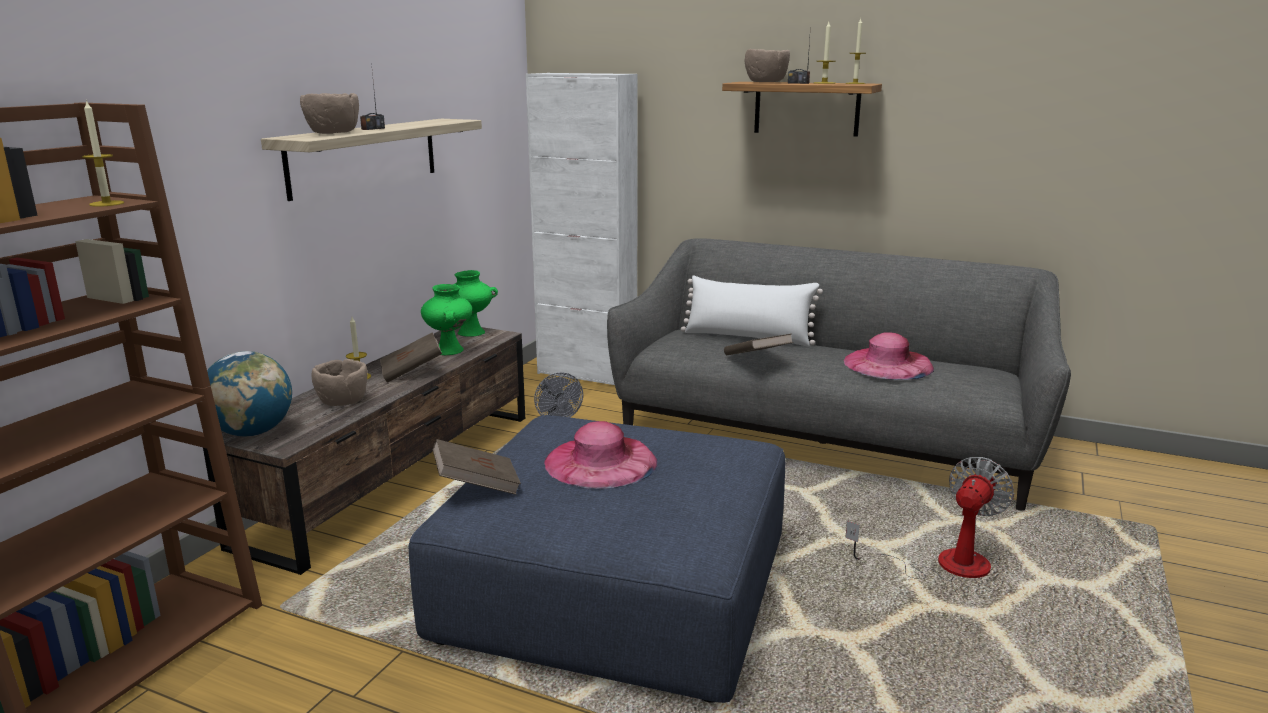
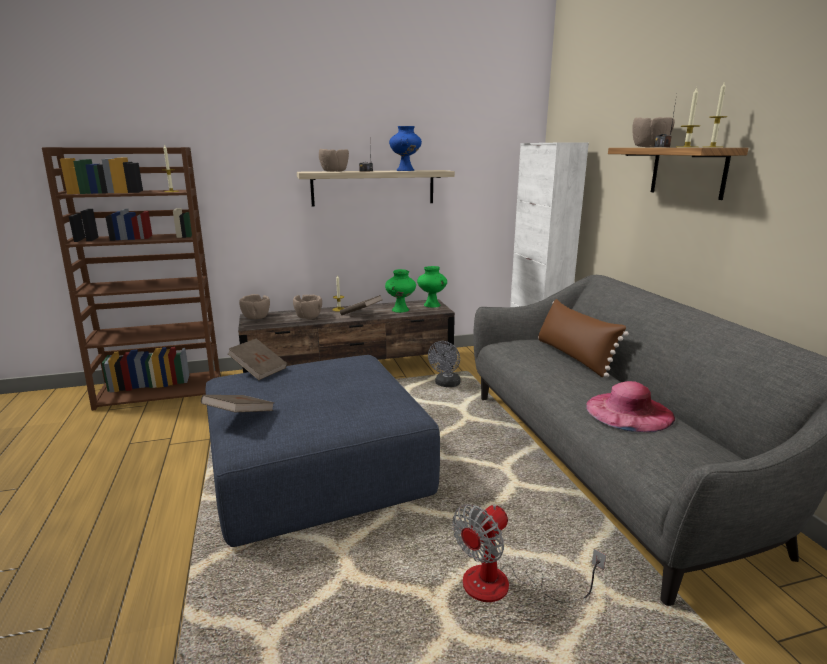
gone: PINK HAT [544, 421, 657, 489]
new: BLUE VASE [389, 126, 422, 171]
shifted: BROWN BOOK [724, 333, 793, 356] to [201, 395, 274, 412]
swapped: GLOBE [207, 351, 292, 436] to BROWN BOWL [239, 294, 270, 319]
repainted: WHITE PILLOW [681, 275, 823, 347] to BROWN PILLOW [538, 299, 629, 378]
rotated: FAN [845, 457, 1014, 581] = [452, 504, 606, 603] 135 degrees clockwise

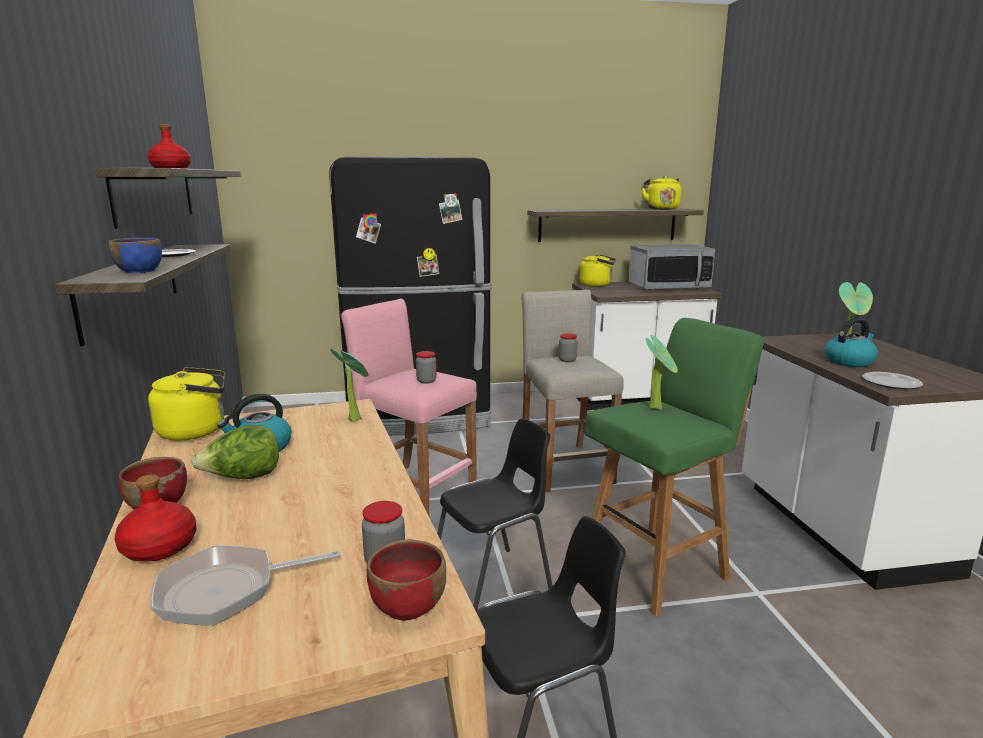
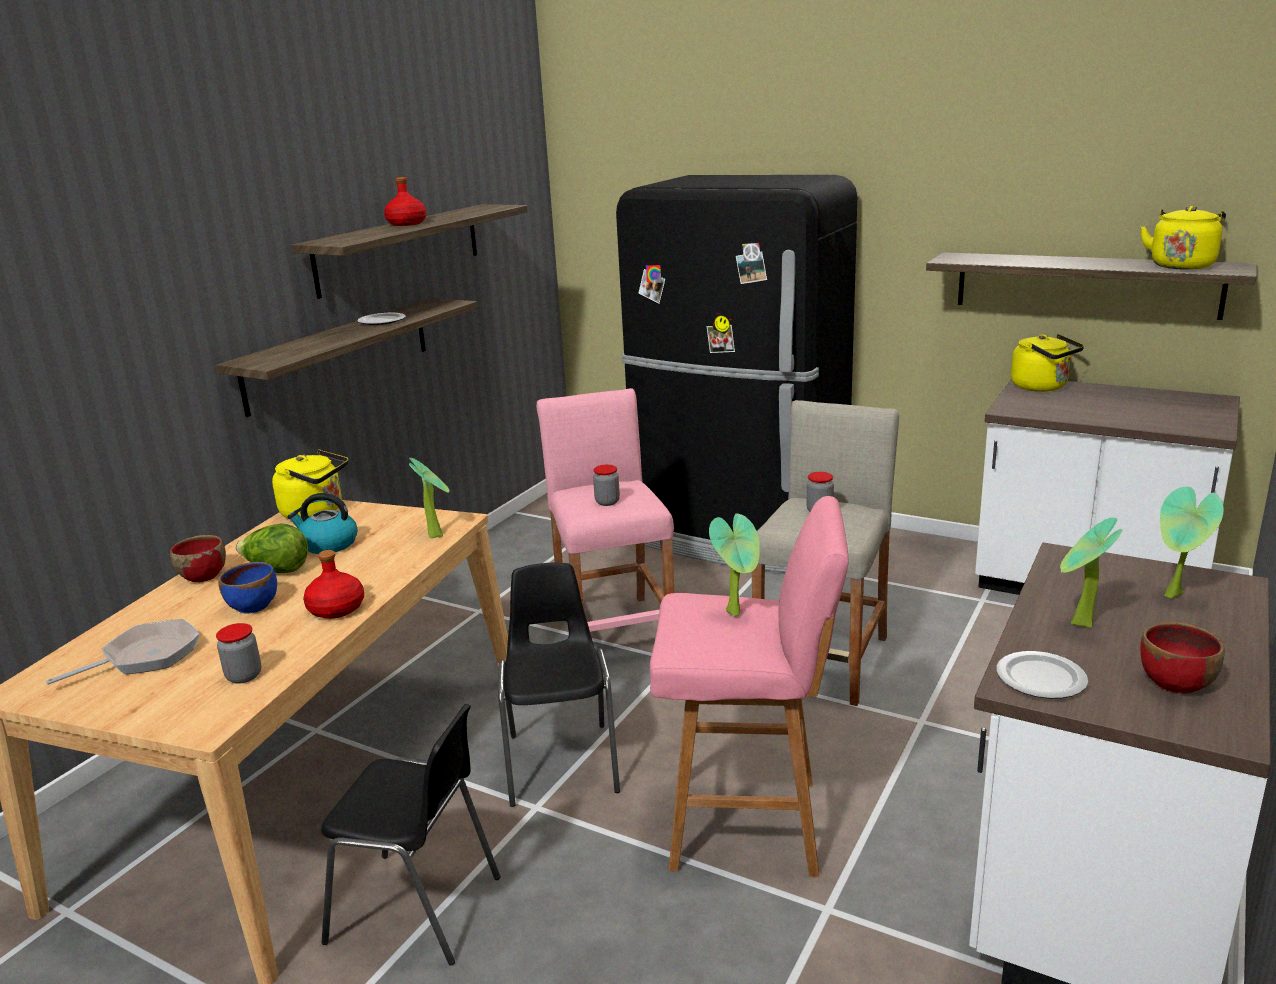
gone: MICROWAVE [628, 244, 715, 290]
shifted: BLUE BOWL [108, 238, 162, 273] to [218, 562, 277, 613]; RED BOTTLE [115, 474, 197, 561] to [303, 550, 364, 619]; RED BOWL [367, 539, 446, 621] to [1140, 622, 1225, 694]
swapped: KETTLE [824, 318, 878, 367] to POTTED PLANT [1060, 517, 1123, 628]
repainted: GREEN STOOL [585, 318, 765, 617] to PINK STOOL [650, 496, 849, 877]
rotated: FRYING PAN [150, 546, 341, 626] = [46, 619, 200, 685] 120 degrees clockwise; BLACK CHAIR [437, 419, 553, 611] = [498, 563, 620, 807] 105 degrees counterclockwise

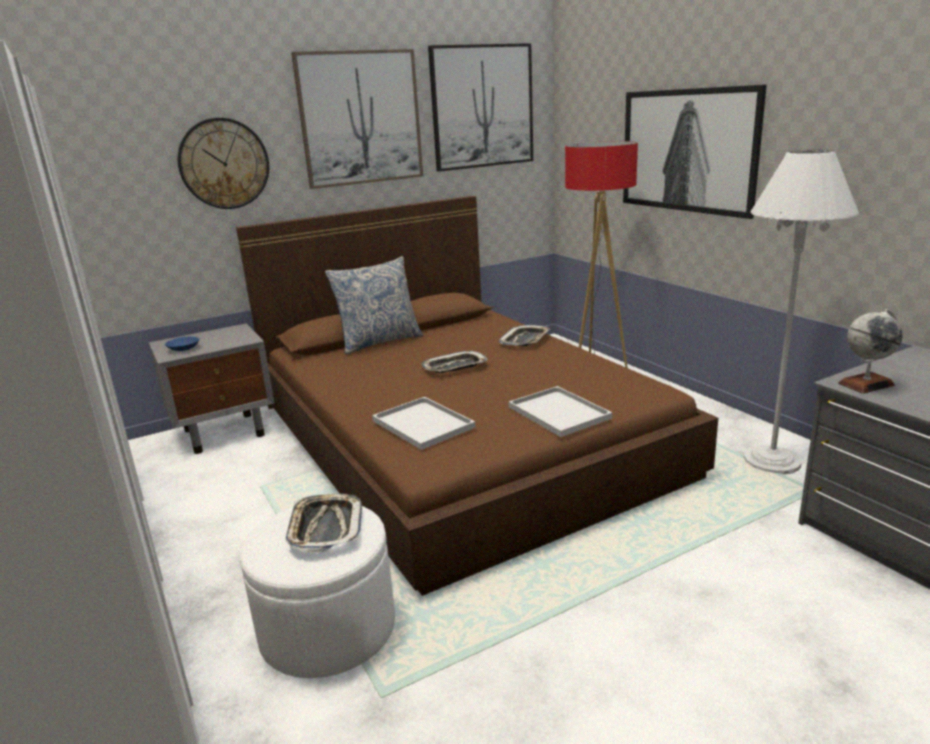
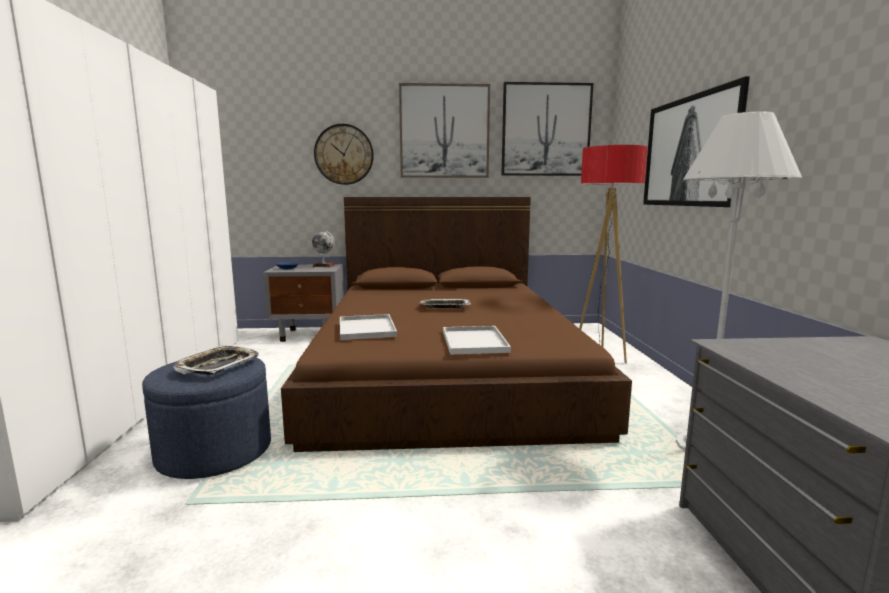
gone: PILLOW [325, 256, 423, 355]; TRAY [499, 325, 550, 346]
shifted: GLOBE [838, 309, 903, 394] to [312, 231, 335, 267]
repainted: WHITE OTTOMAN [240, 506, 395, 678] to BLUE OTTOMAN [142, 357, 271, 479]

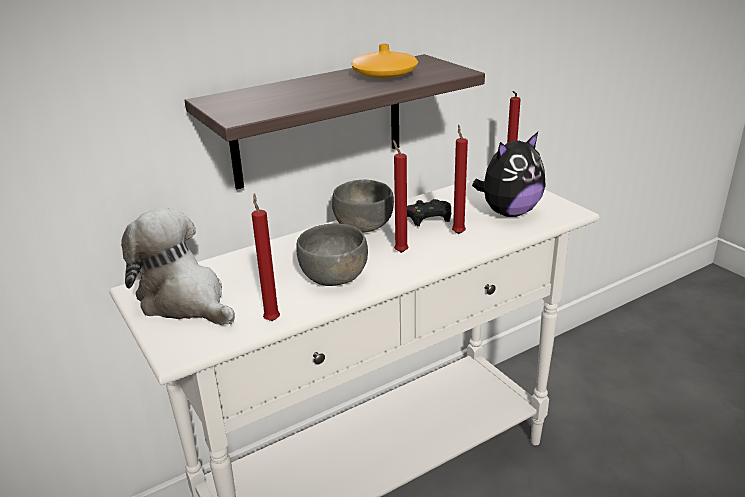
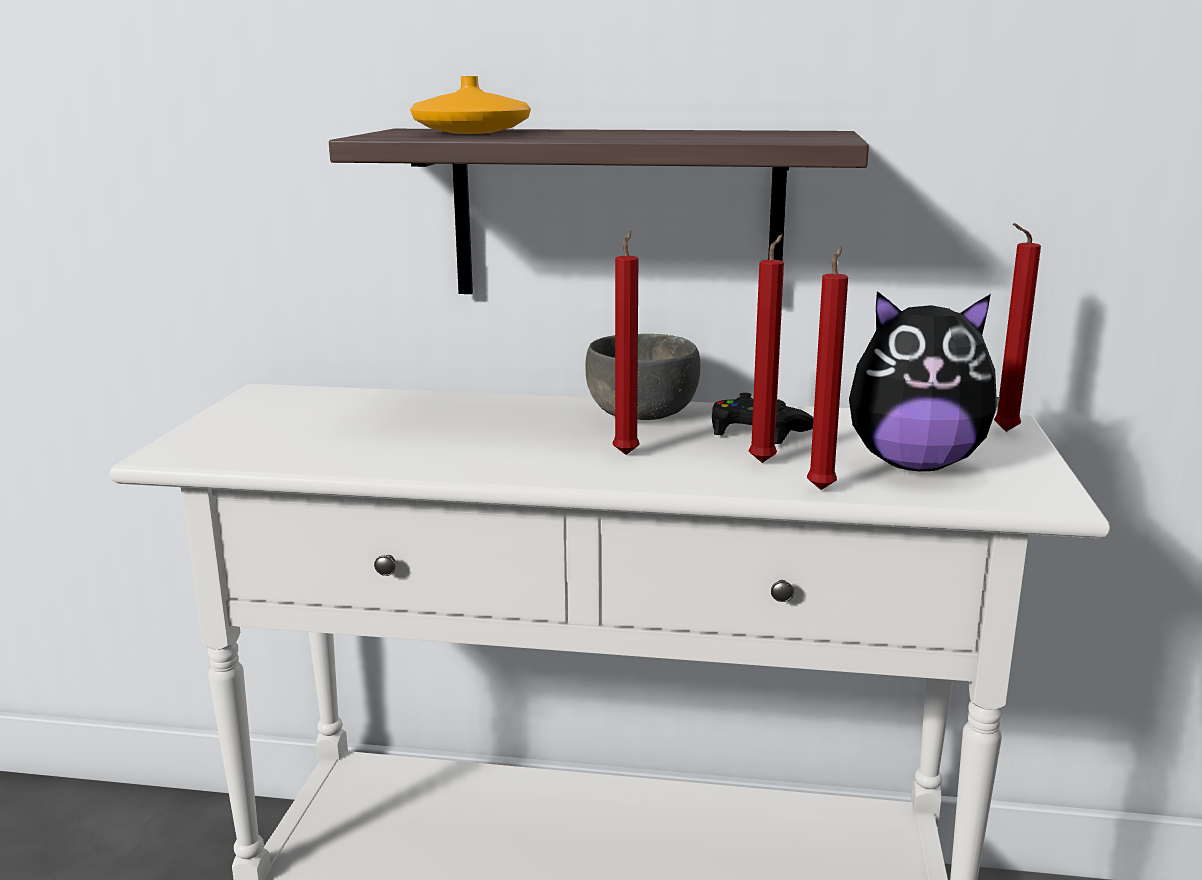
gone: PLUSH TOY [121, 208, 235, 325]; GREY BOWL [296, 223, 368, 286]
shifted: RED CANDLE [252, 194, 280, 321] to [807, 246, 848, 490]; ORANGE VASE [351, 44, 418, 79] to [410, 76, 531, 134]

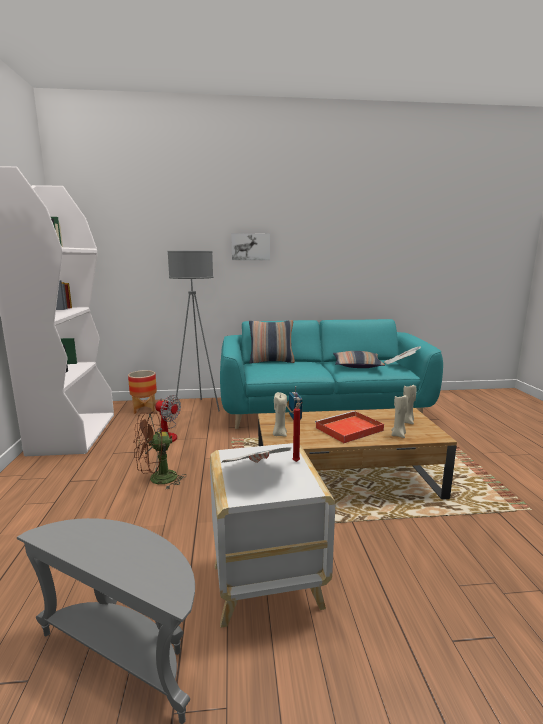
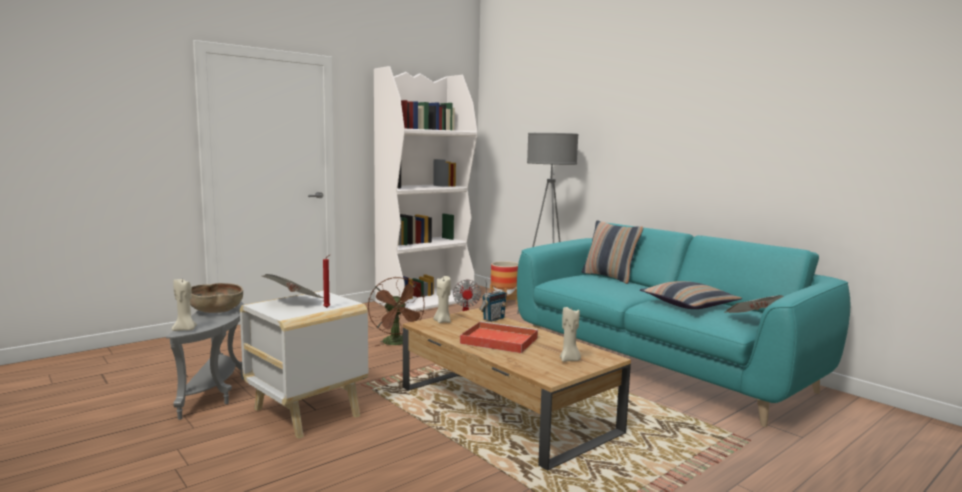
gone: PICTURE [231, 233, 270, 260]
new: BROWN BOWL [190, 283, 243, 313]
shifted: BEIGE CANDLE [391, 395, 408, 438] to [172, 279, 197, 331]
rotated: BROWN FAN [133, 411, 187, 490] = [368, 277, 425, 346] 135 degrees counterclockwise

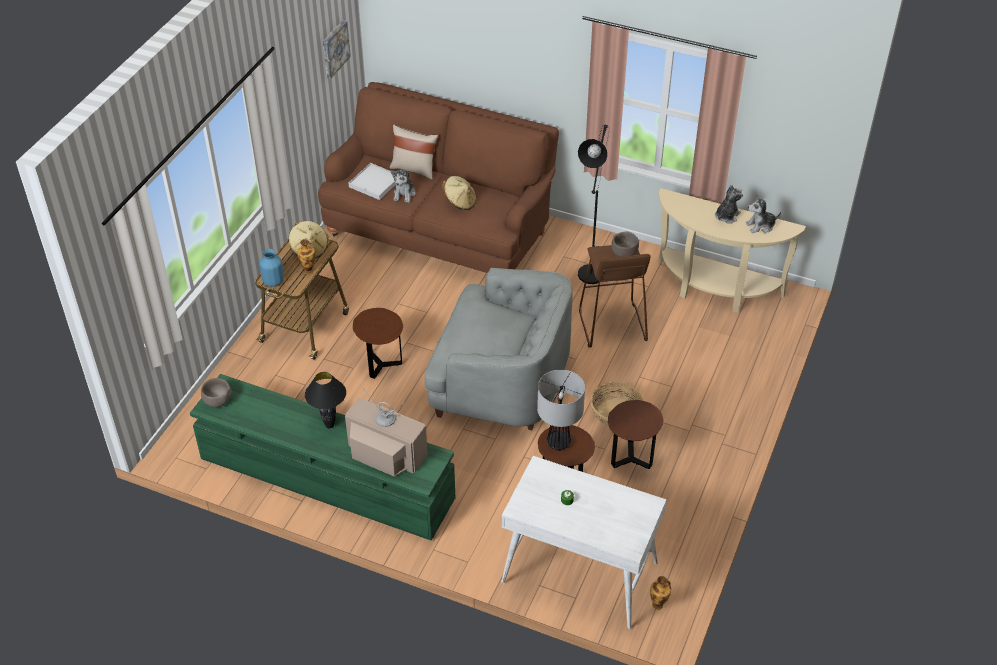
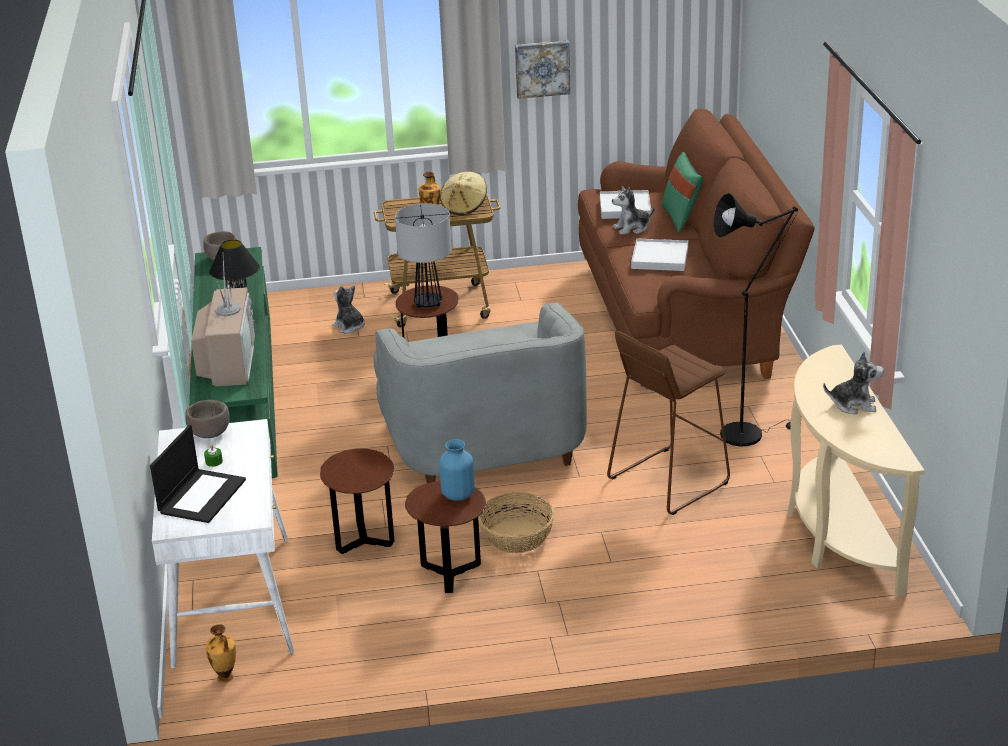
new: LAPTOP [150, 425, 246, 523]
shifted: BLUE VASE [260, 249, 284, 287] to [439, 439, 475, 501]; PICTURE [323, 20, 351, 79] to [515, 40, 570, 99]; TABLE LAMP [537, 370, 585, 451] to [395, 203, 452, 308]; BROWN BOWL [611, 232, 639, 257] to [185, 400, 230, 438]; PLUSH TOY [746, 194, 781, 234] to [332, 285, 365, 334]
swapped: BEIGE HAT [442, 176, 476, 210] to WHITE TRAY [631, 239, 688, 271]
repainted: BEIGE PILLOW [389, 125, 438, 179] to GREEN PILLOW [662, 152, 703, 233]

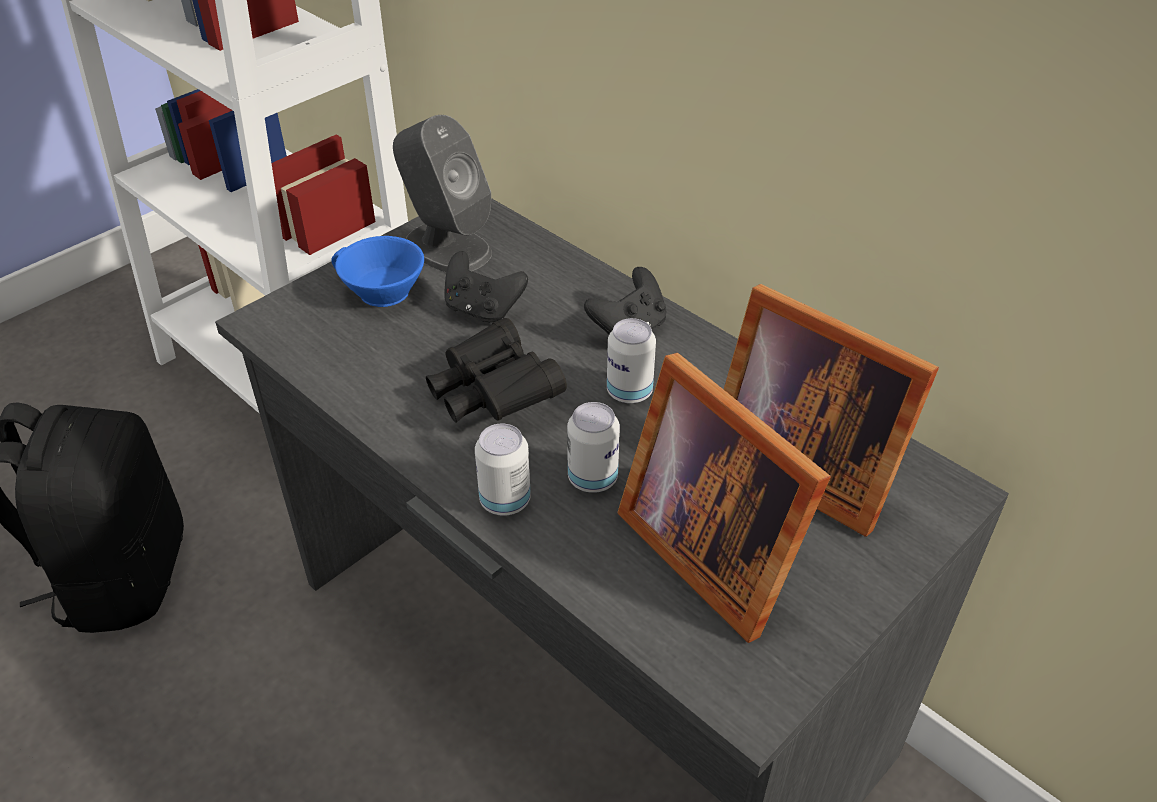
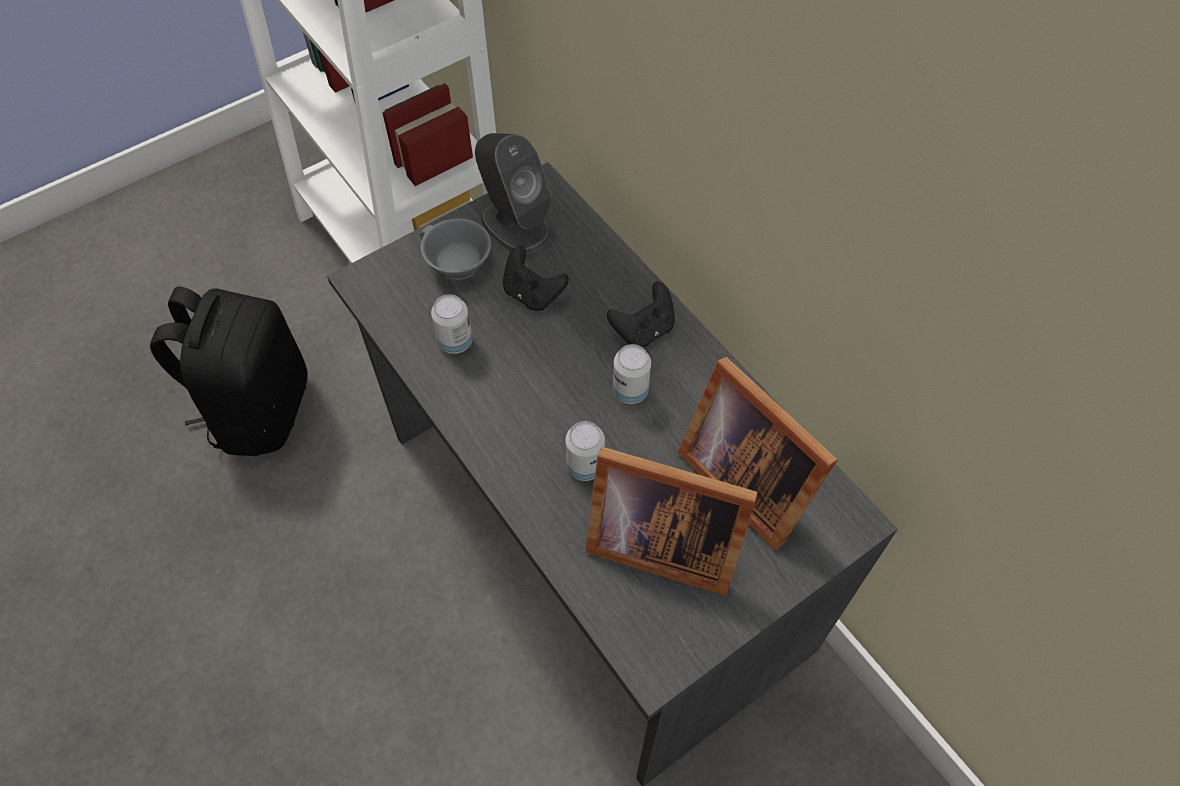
gone: BLACK BINOCULARS [426, 318, 567, 423]
shifted: CAN [475, 424, 531, 516] to [431, 294, 473, 354]
repainted: BLUE CUP [331, 236, 424, 307] to GREY CUP [420, 218, 491, 280]
rotated: PICTURE FRAME [617, 353, 831, 643] = [585, 447, 758, 596] 45 degrees counterclockwise

